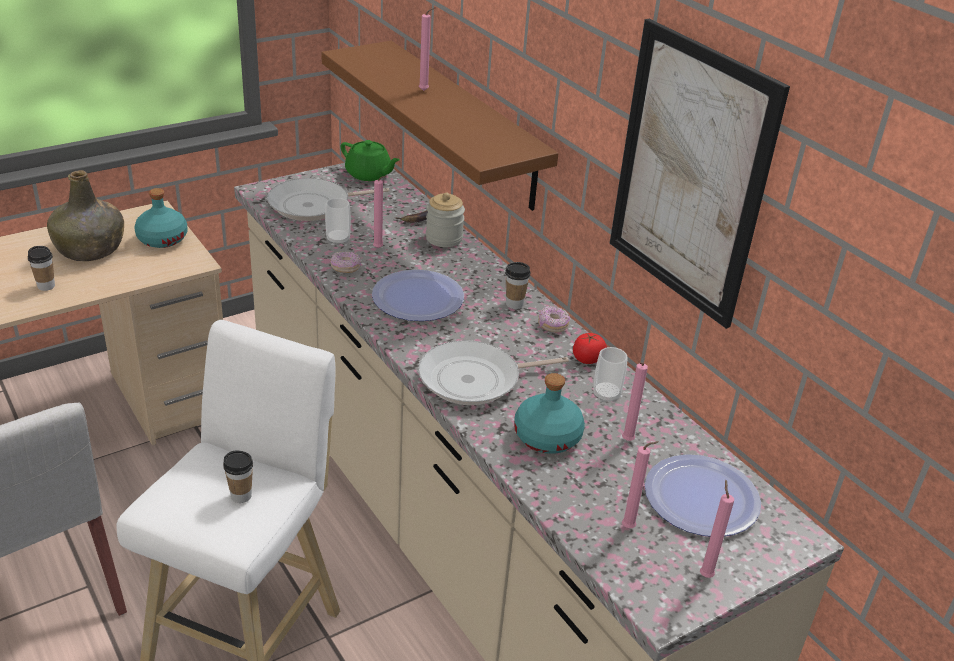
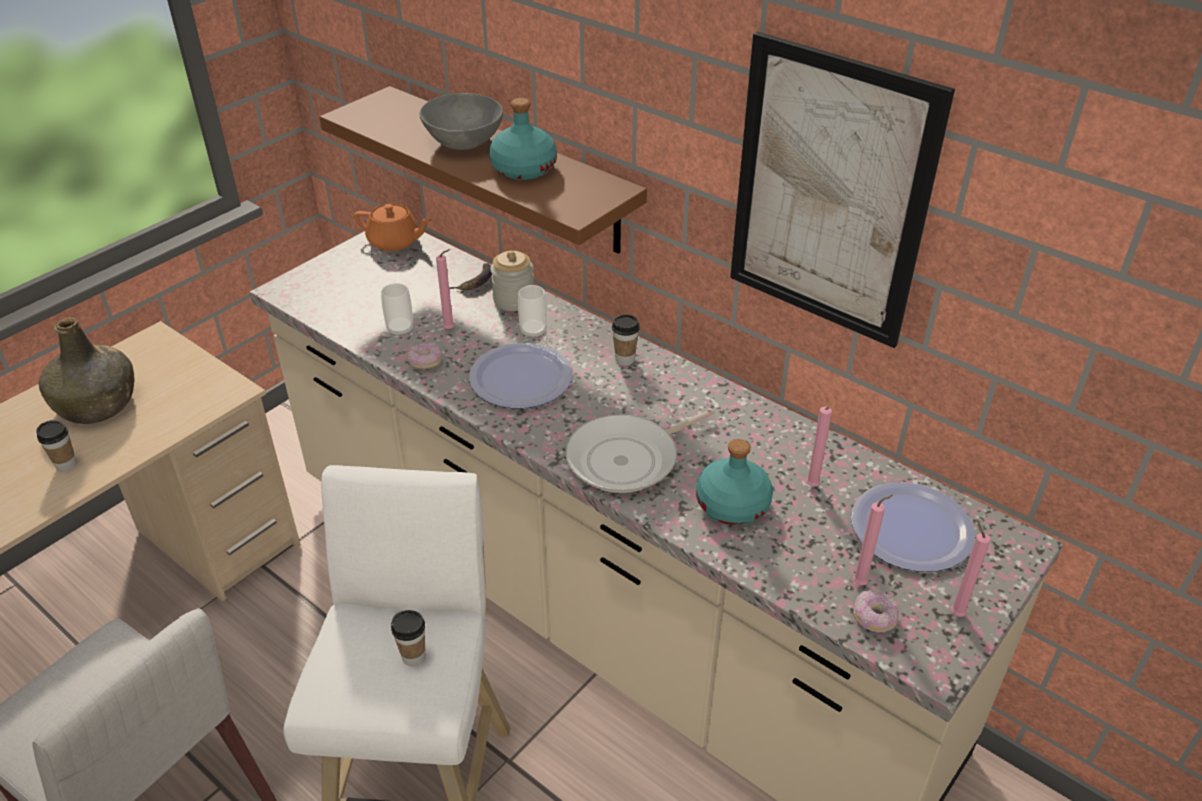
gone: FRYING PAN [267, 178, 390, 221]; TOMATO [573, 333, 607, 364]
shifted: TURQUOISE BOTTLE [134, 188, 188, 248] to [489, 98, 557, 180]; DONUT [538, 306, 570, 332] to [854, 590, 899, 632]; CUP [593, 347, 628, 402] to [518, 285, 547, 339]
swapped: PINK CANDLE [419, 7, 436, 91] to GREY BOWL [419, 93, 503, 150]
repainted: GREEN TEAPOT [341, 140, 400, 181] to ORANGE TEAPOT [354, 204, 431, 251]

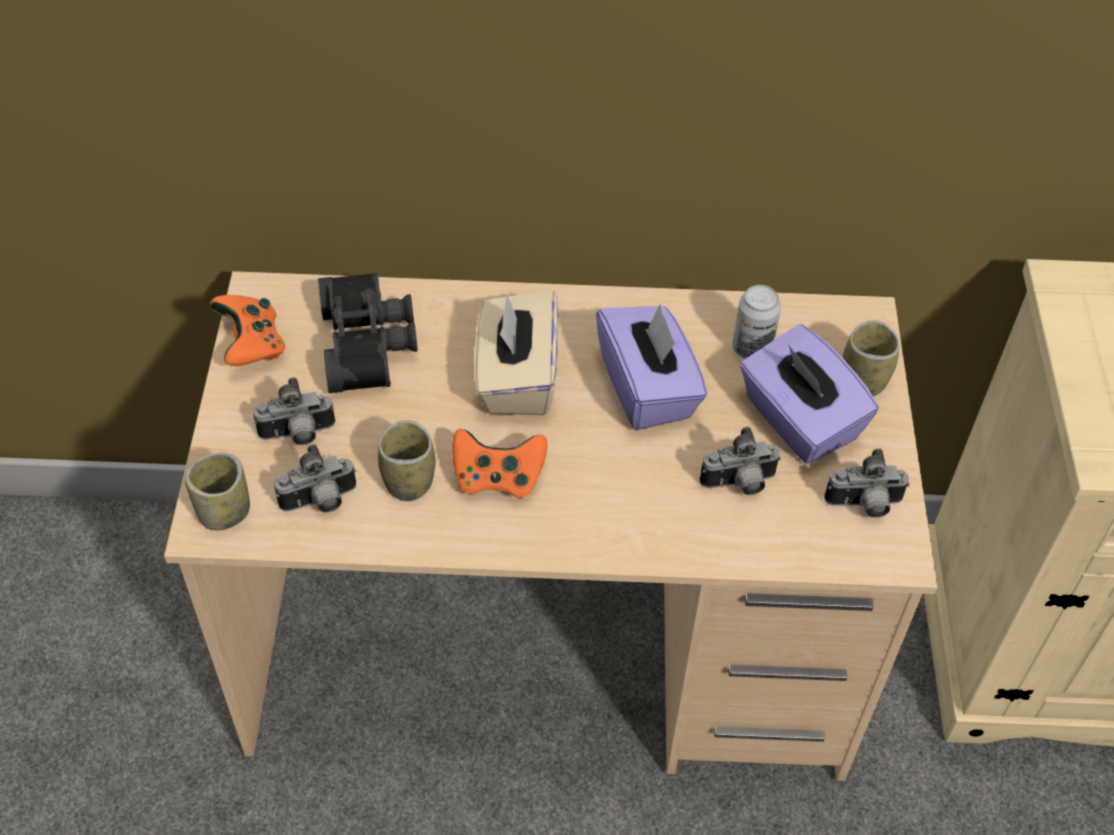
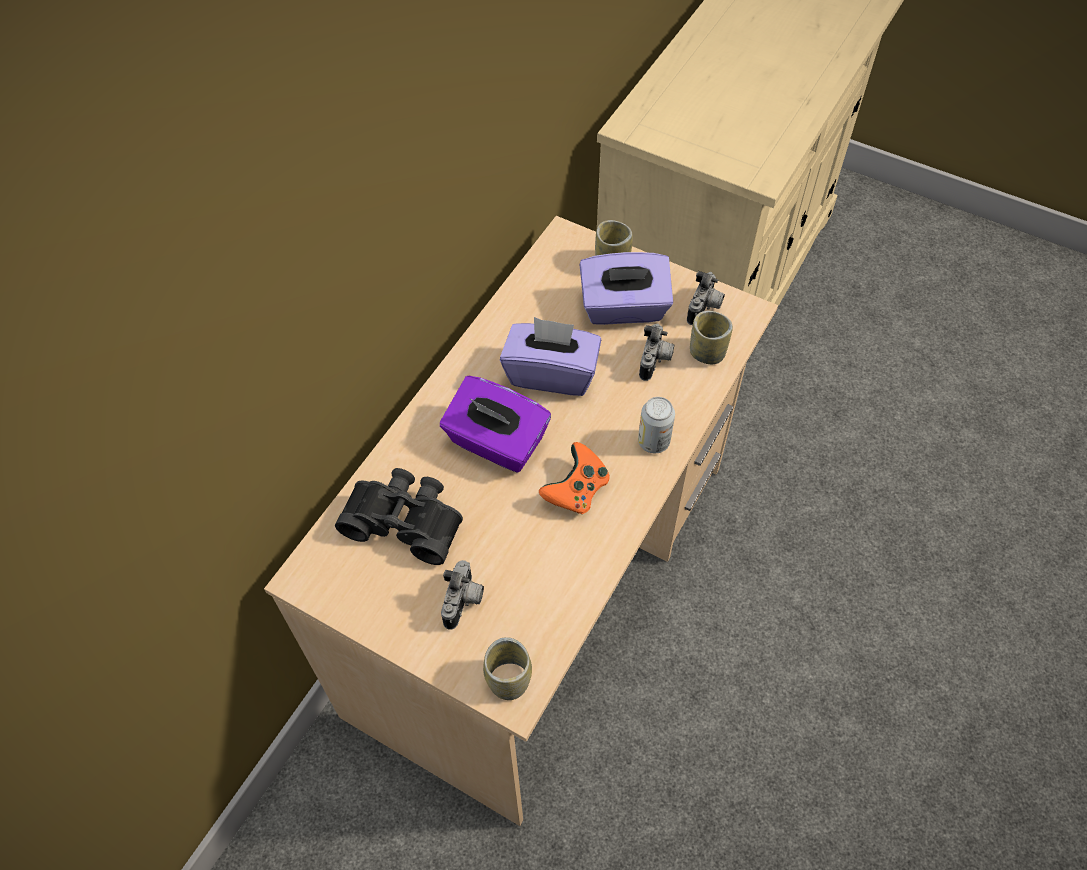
gone: ORANGE GAME CONTROLLER [210, 295, 285, 366]; PHOTO CAMERA [274, 444, 356, 512]
shifted: CUP [378, 420, 435, 501] to [690, 311, 733, 364]; CAN [732, 285, 781, 359] to [638, 397, 675, 453]
repainted: BEIGE TISSUE BOX [474, 290, 558, 415] to PURPLE TISSUE BOX [440, 376, 551, 473]

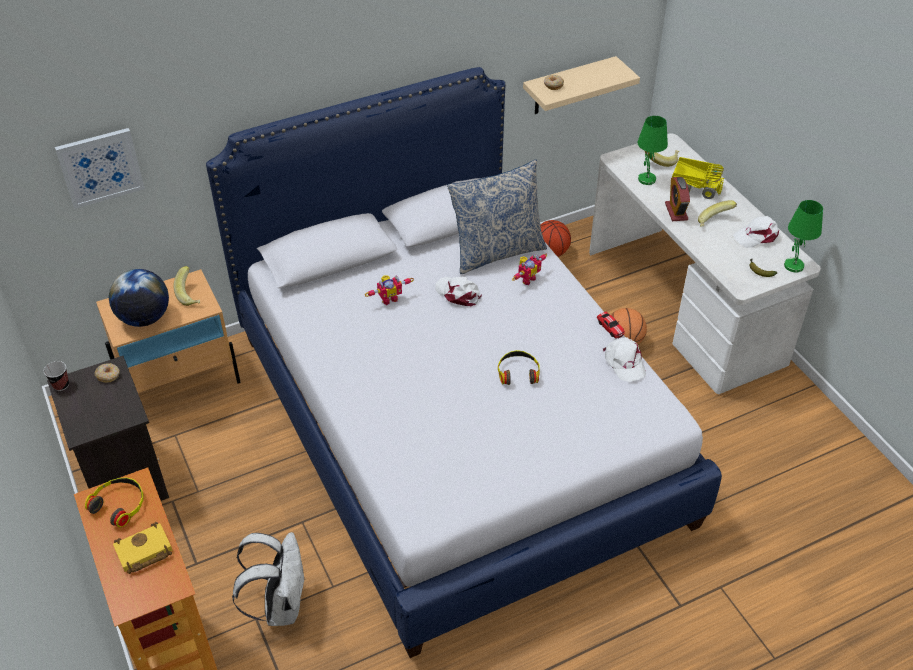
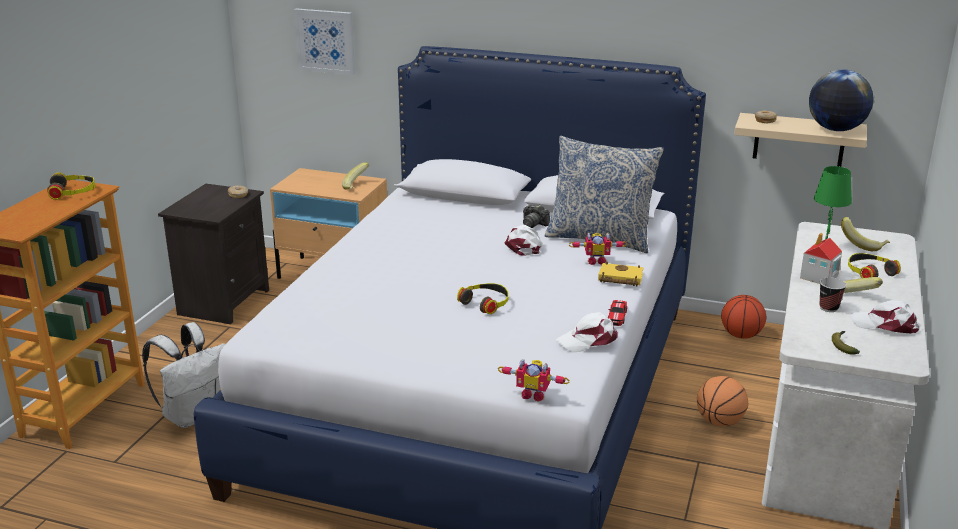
gone: GREEN TABLE LAMP [784, 200, 823, 272]
new: PHOTO CAMERA [523, 204, 550, 228]
shifted: CUP [44, 361, 69, 391] to [820, 277, 846, 312]; GLOBE [109, 269, 169, 327] to [809, 70, 874, 131]; YELLOW BOOK [113, 522, 172, 574] to [598, 262, 644, 286]; TOY ROBOT [365, 275, 414, 305] to [498, 359, 570, 402]
swapped: ALARM CLOCK [665, 177, 690, 221] to TOY HOUSE [800, 233, 842, 284]; TOY TRUCK [672, 157, 725, 199] to HEADPHONES [848, 253, 901, 278]
rotated: WHITE CAP [602, 337, 646, 382] = [556, 312, 617, 352] 45 degrees clockwise

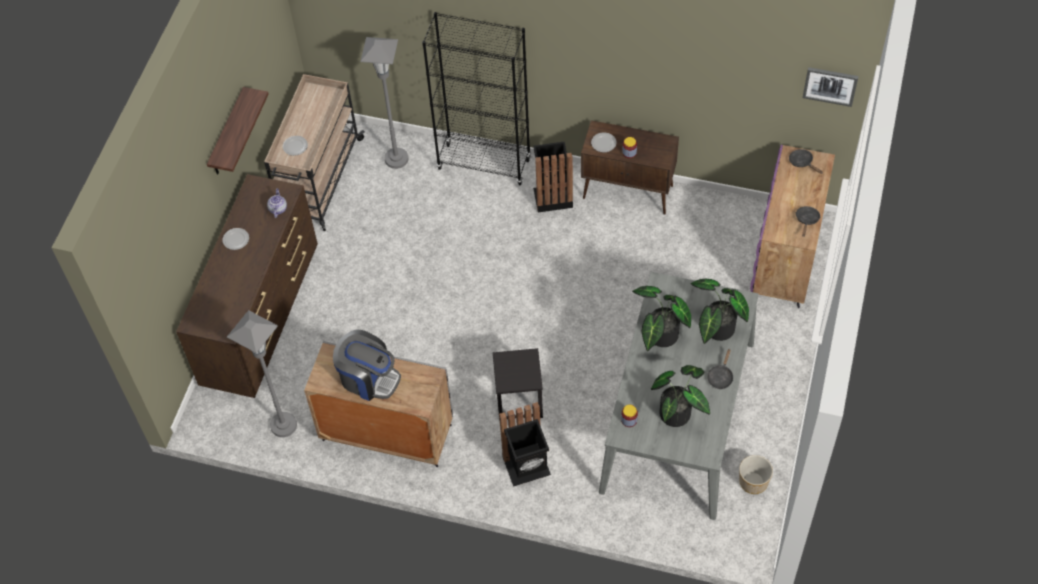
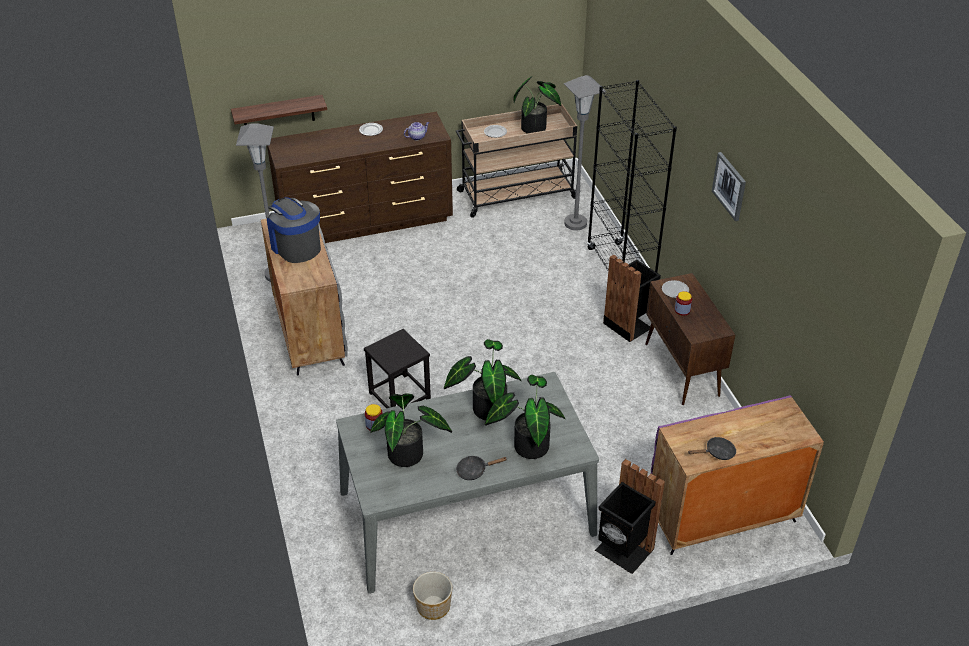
gone: BLACK FRYING PAN [789, 149, 823, 174]
new: POTTED PLANT [514, 76, 561, 134]
shifted: SHELF [207, 87, 269, 174] to [231, 95, 327, 125]; BLACK TRASH CAN [499, 402, 551, 487] to [595, 459, 665, 574]; PICTURE [803, 67, 859, 107] to [712, 152, 746, 221]
rotated: COFFEE MACHINE [333, 329, 401, 401] = [267, 197, 321, 263] 150 degrees clockwise

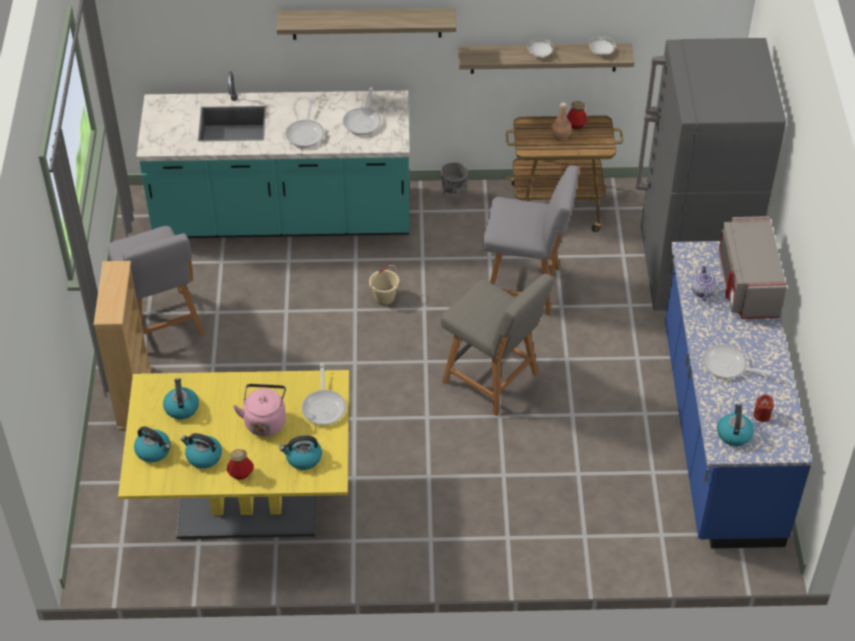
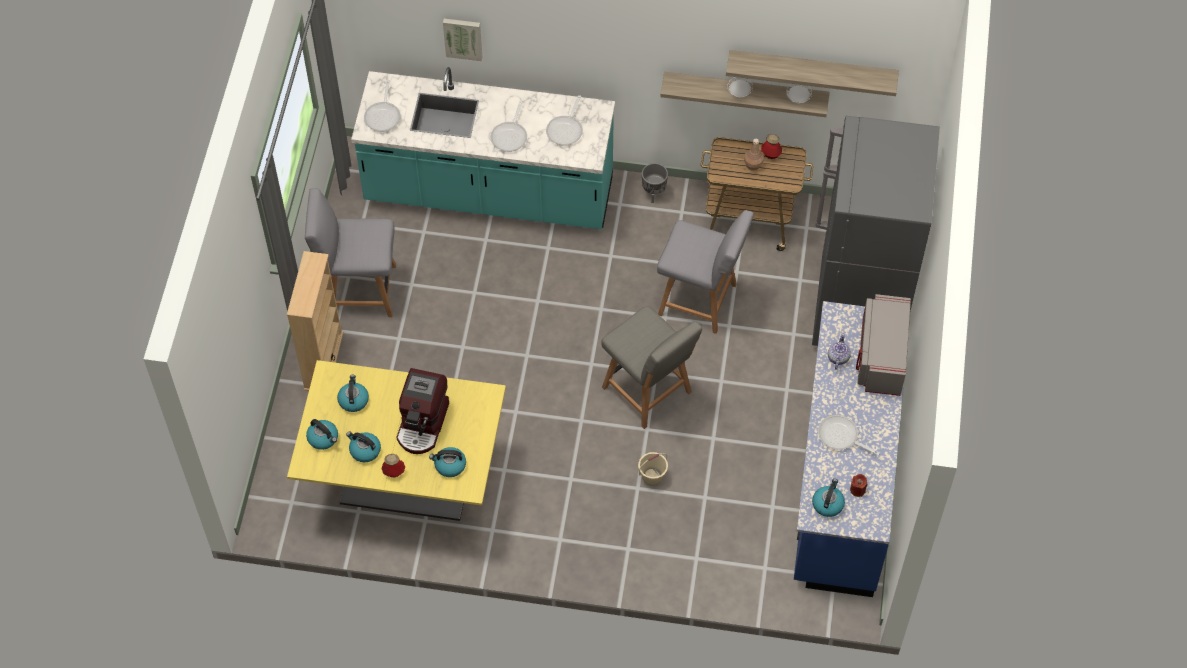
new: PICTURE [443, 19, 482, 61]
shifted: SHELF [277, 8, 456, 40] to [726, 50, 899, 96]; FRYING PAN [302, 363, 346, 425] to [364, 80, 401, 132]; BEIGE BUCKET [369, 265, 399, 305] to [638, 452, 668, 486]
swapped: PINK KETTLE [233, 384, 286, 437] to COFFEE MACHINE [396, 368, 449, 454]
rotated: GREY CHAIR [107, 226, 204, 336] = [305, 188, 396, 317] 105 degrees clockwise

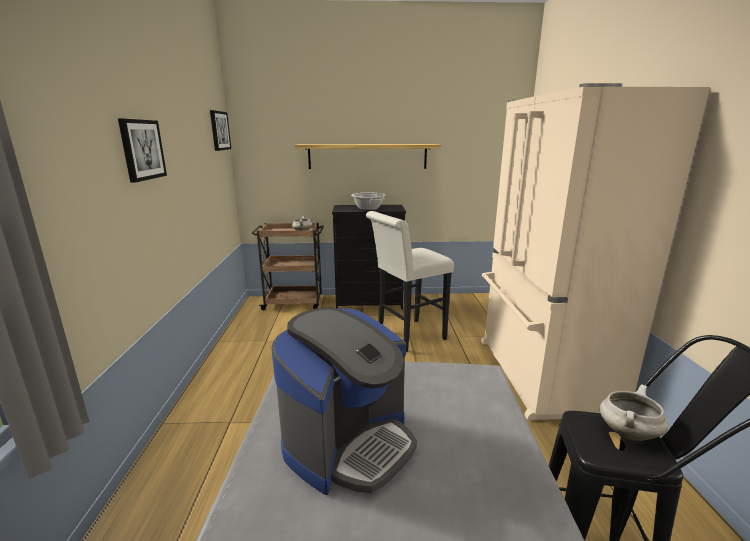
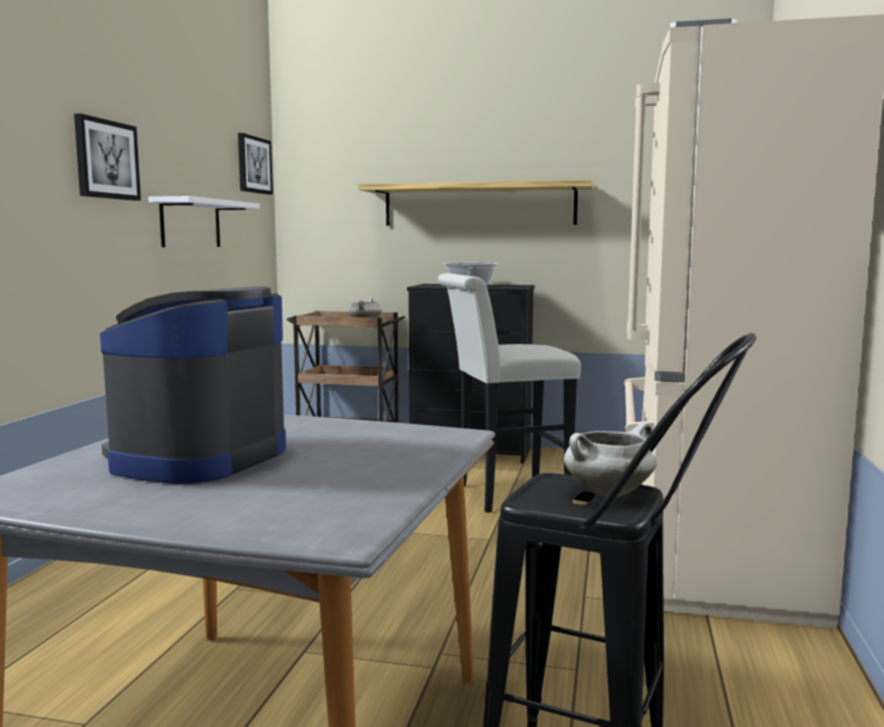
new: WHITE SHELF [148, 196, 260, 247]
rotated: COFFEE MACHINE [271, 308, 417, 495] = [100, 286, 286, 484] 150 degrees clockwise

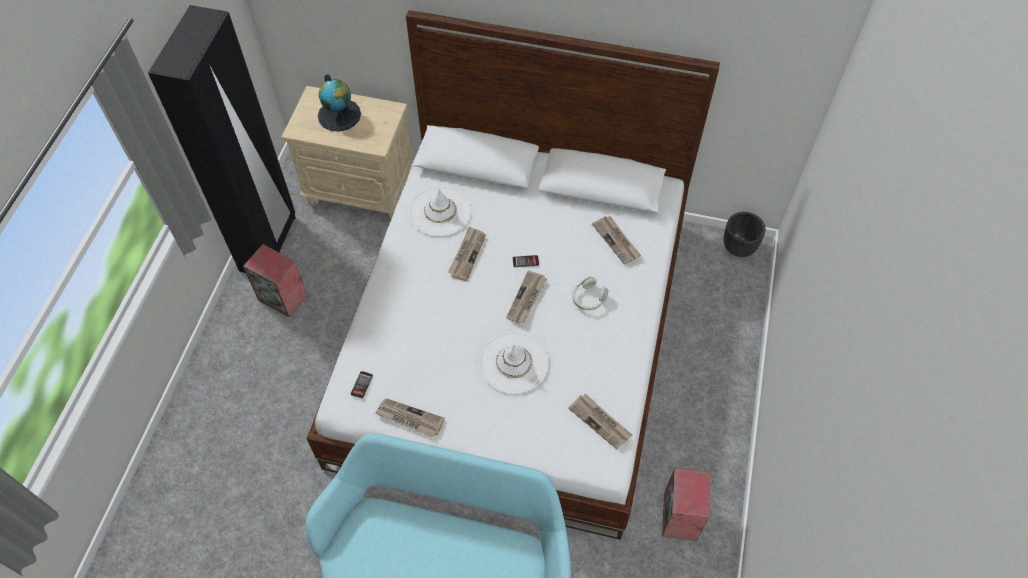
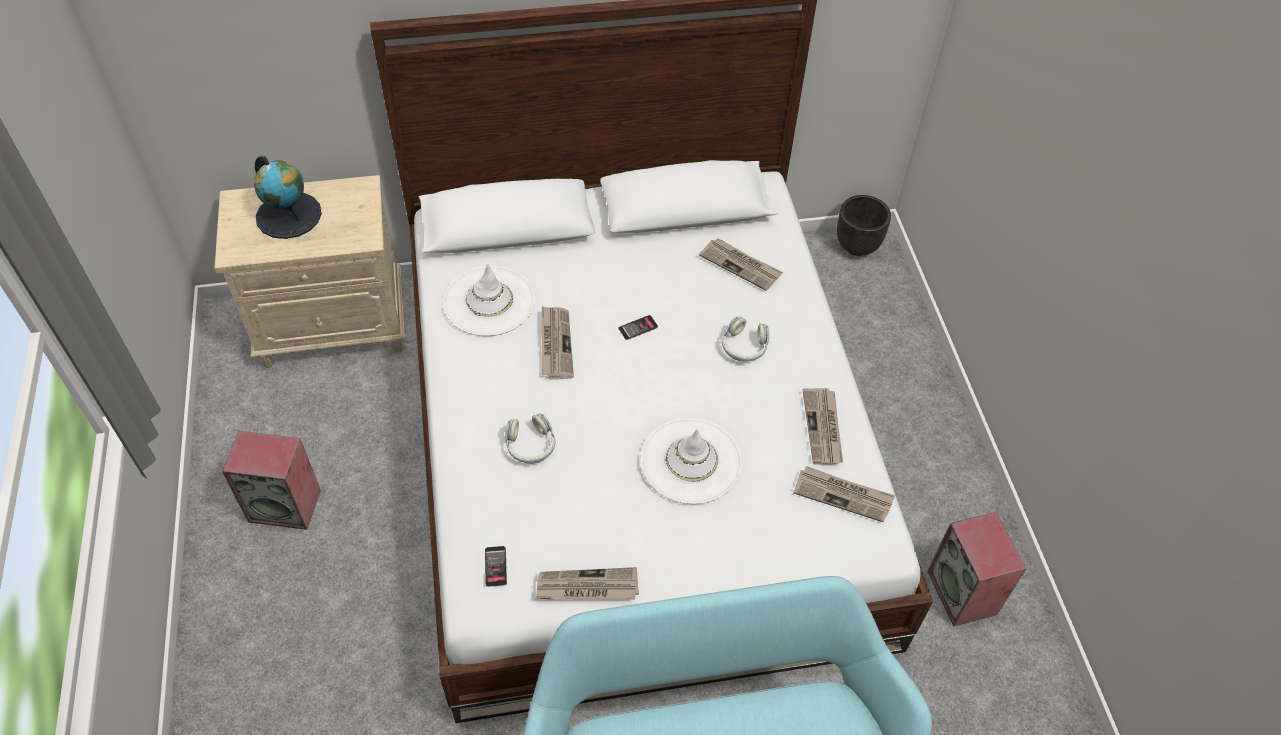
gone: BLACK WARDROBE [148, 5, 296, 273]
new: HEADPHONES [505, 413, 555, 464]
shifted: NEWSPAPER [506, 270, 547, 324] to [803, 388, 843, 464]

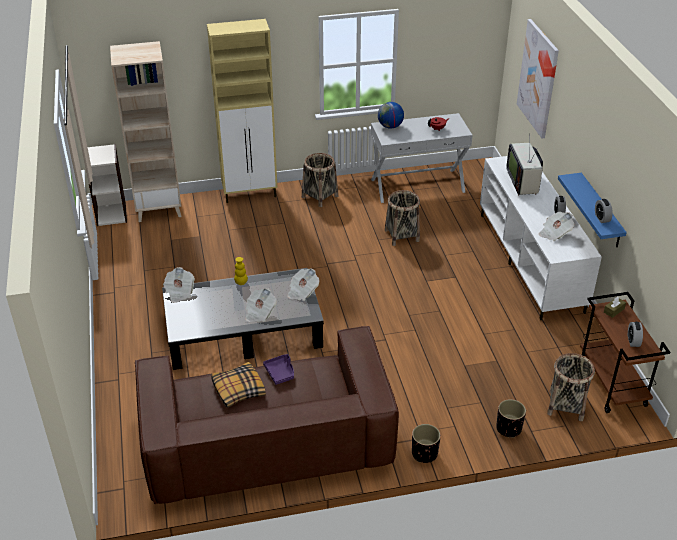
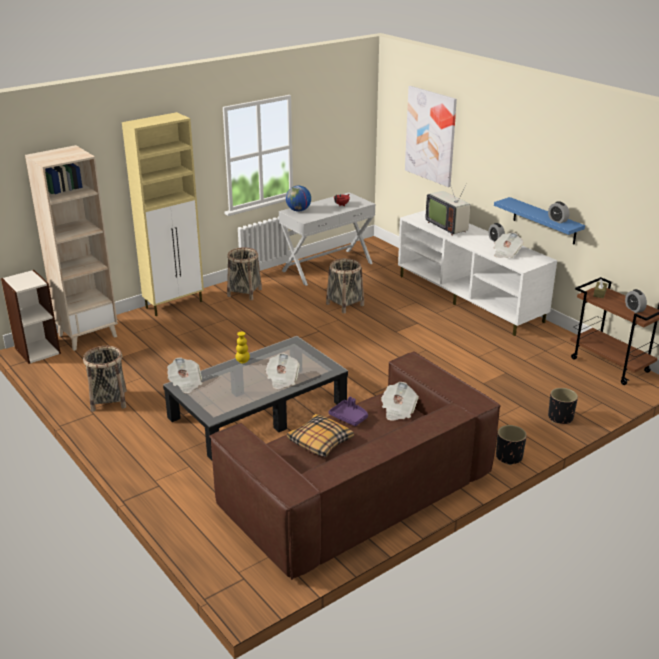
shifted: NEWSPAPER [287, 269, 319, 301] to [381, 382, 418, 421]; BASKET [547, 353, 595, 421] to [83, 346, 127, 412]

